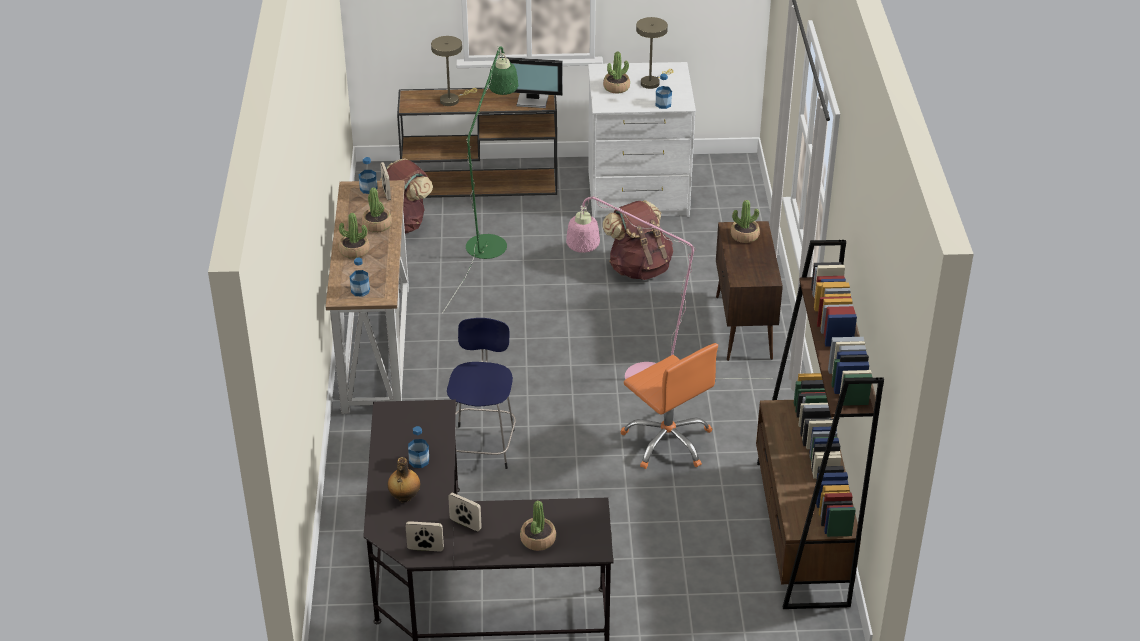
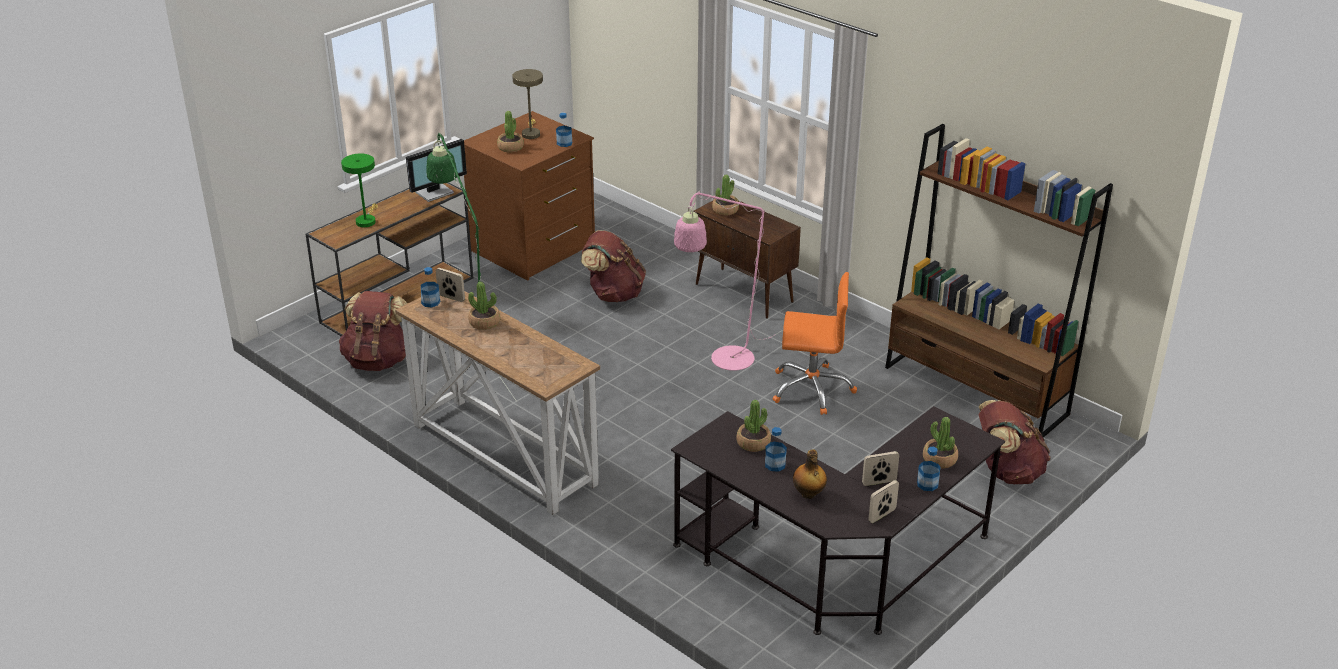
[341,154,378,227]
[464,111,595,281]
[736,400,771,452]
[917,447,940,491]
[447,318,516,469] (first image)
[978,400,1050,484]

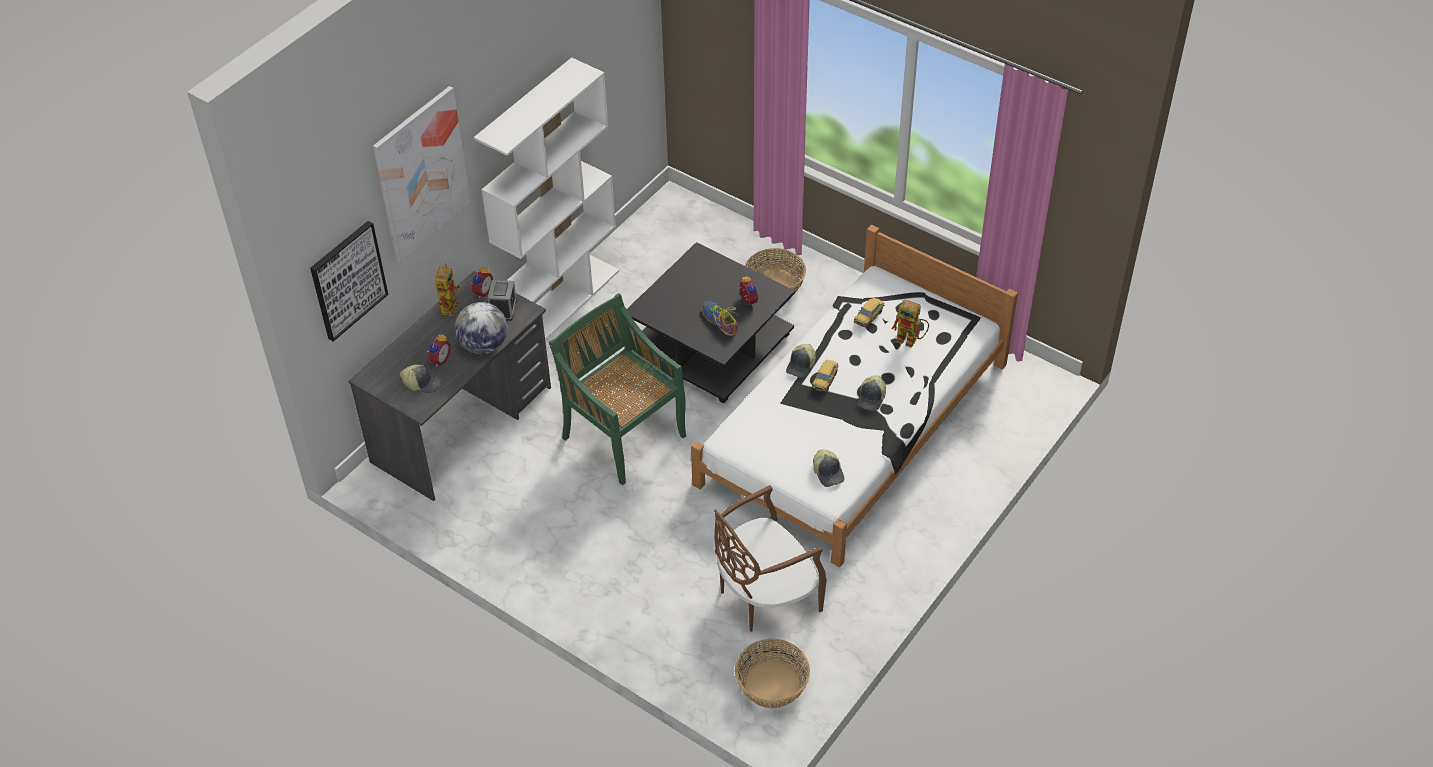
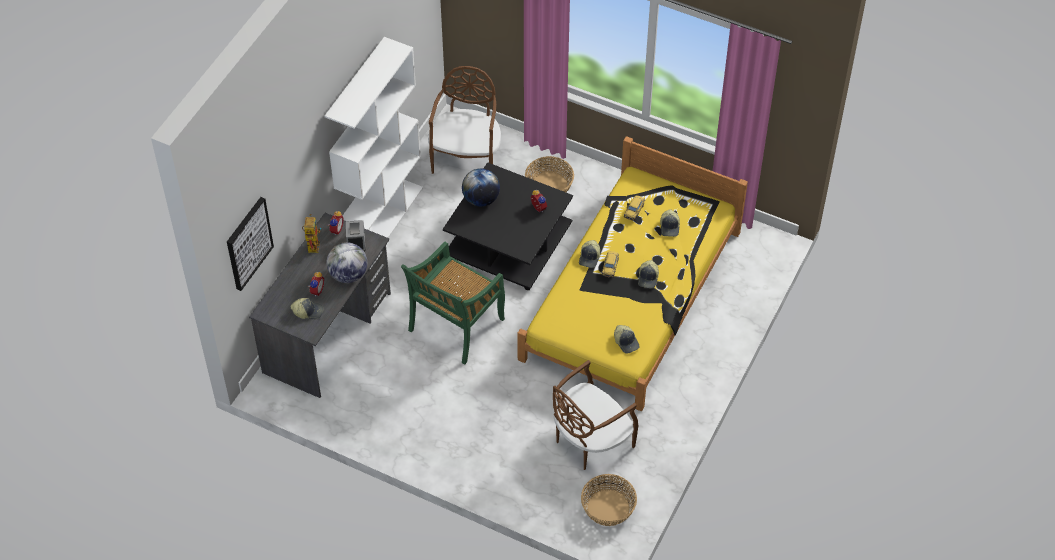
[373,86,471,262] (first image)
[517,136,748,411]
[401,242,505,365]
[660,209,680,237]
[703,301,739,336] (first image)
[428,66,501,174]
[462,168,500,207]

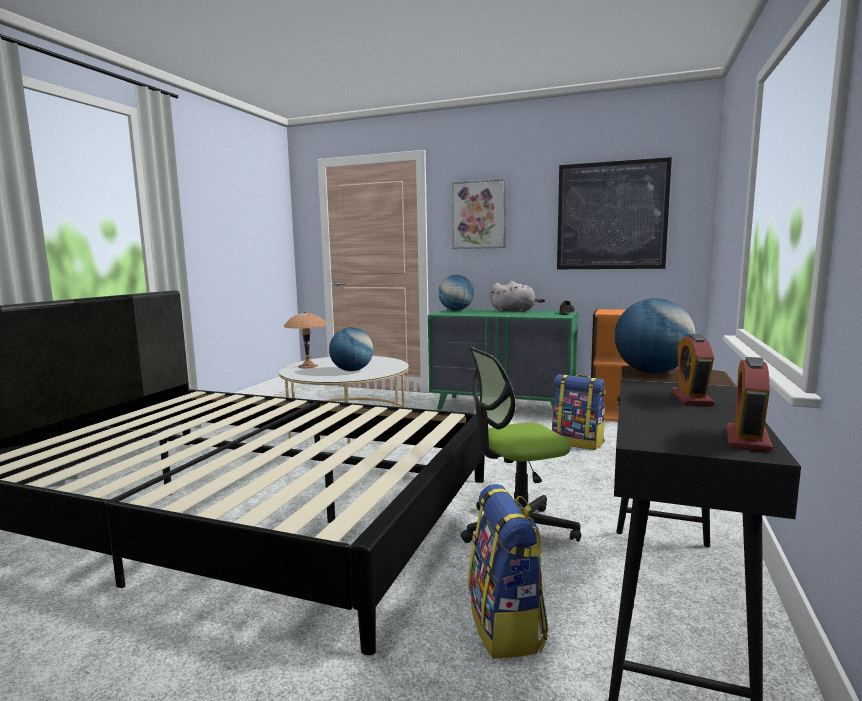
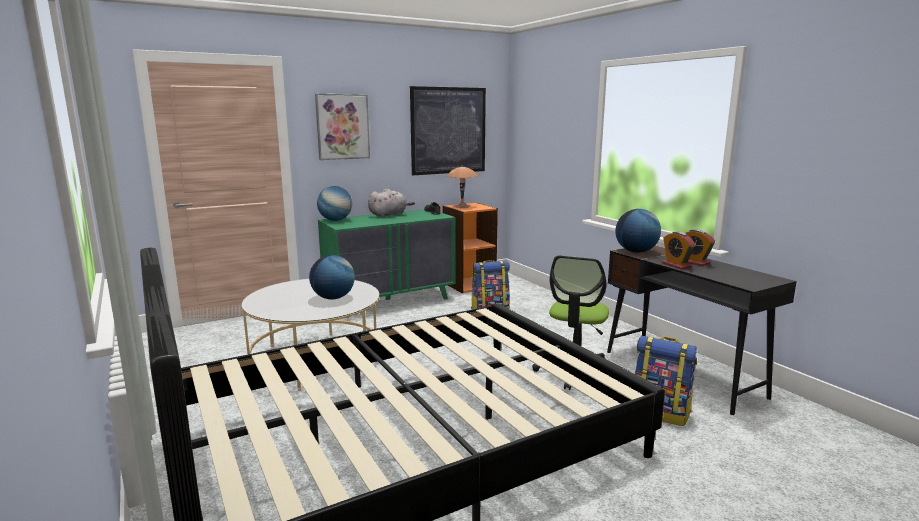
[447,165,478,208]
[662,232,695,269]

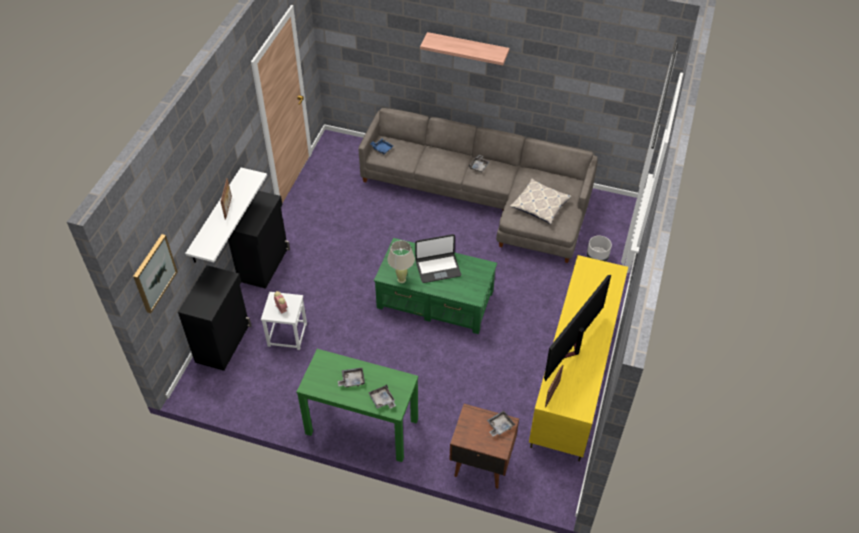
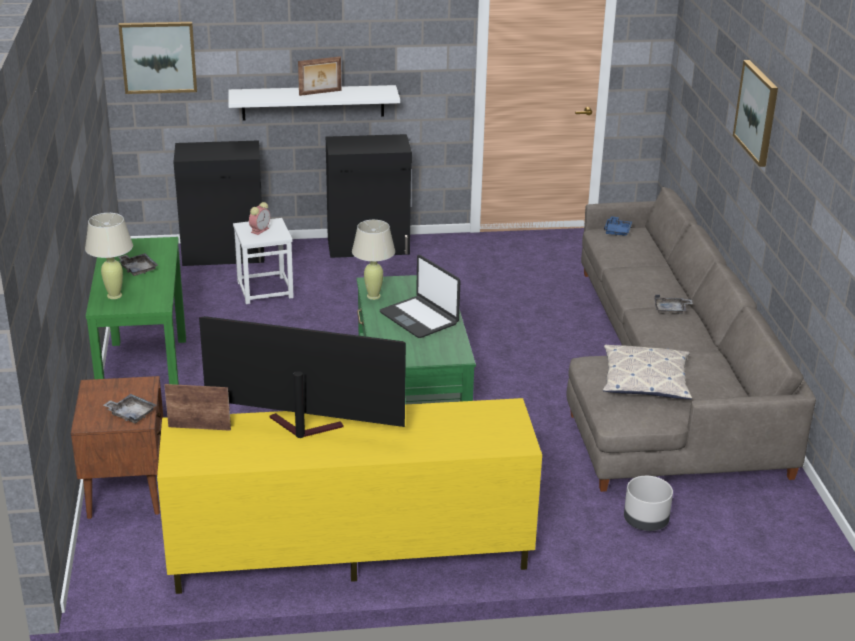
[733,60,778,167]
[85,213,133,299]

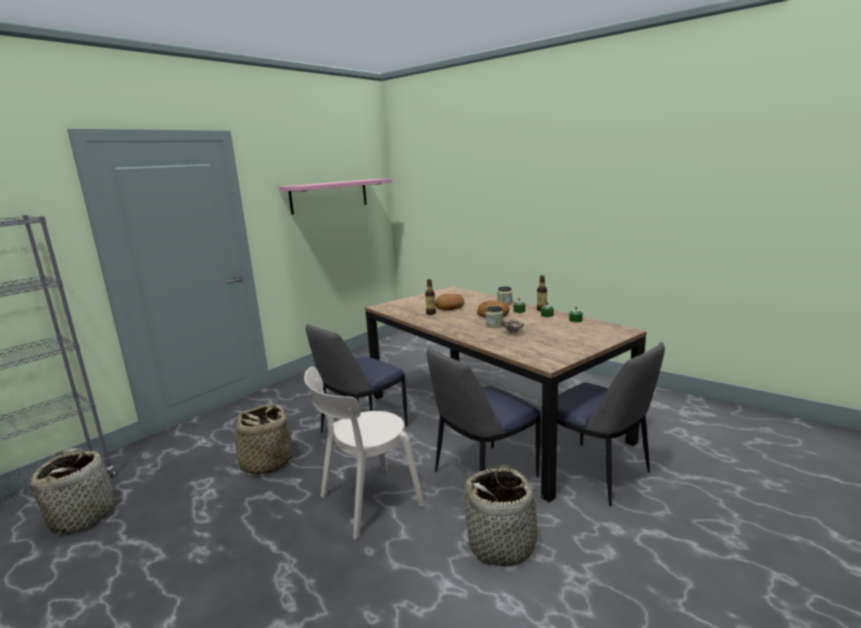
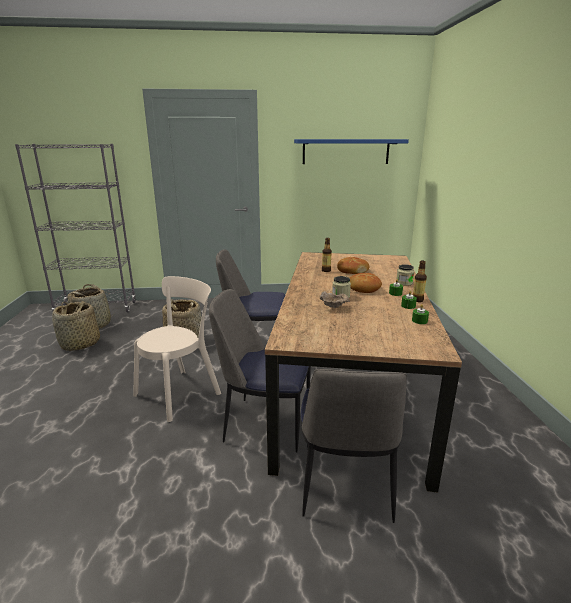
[294,139,409,164]
[133,276,221,422]
[52,301,100,351]

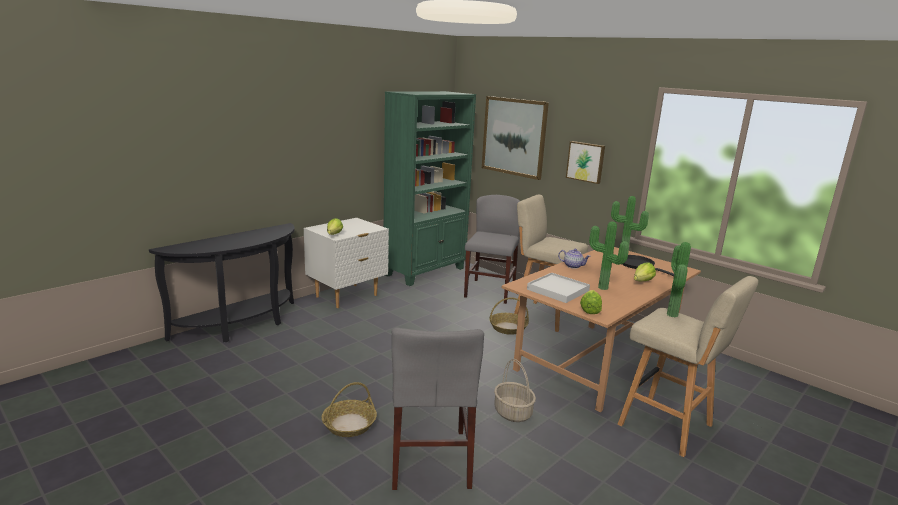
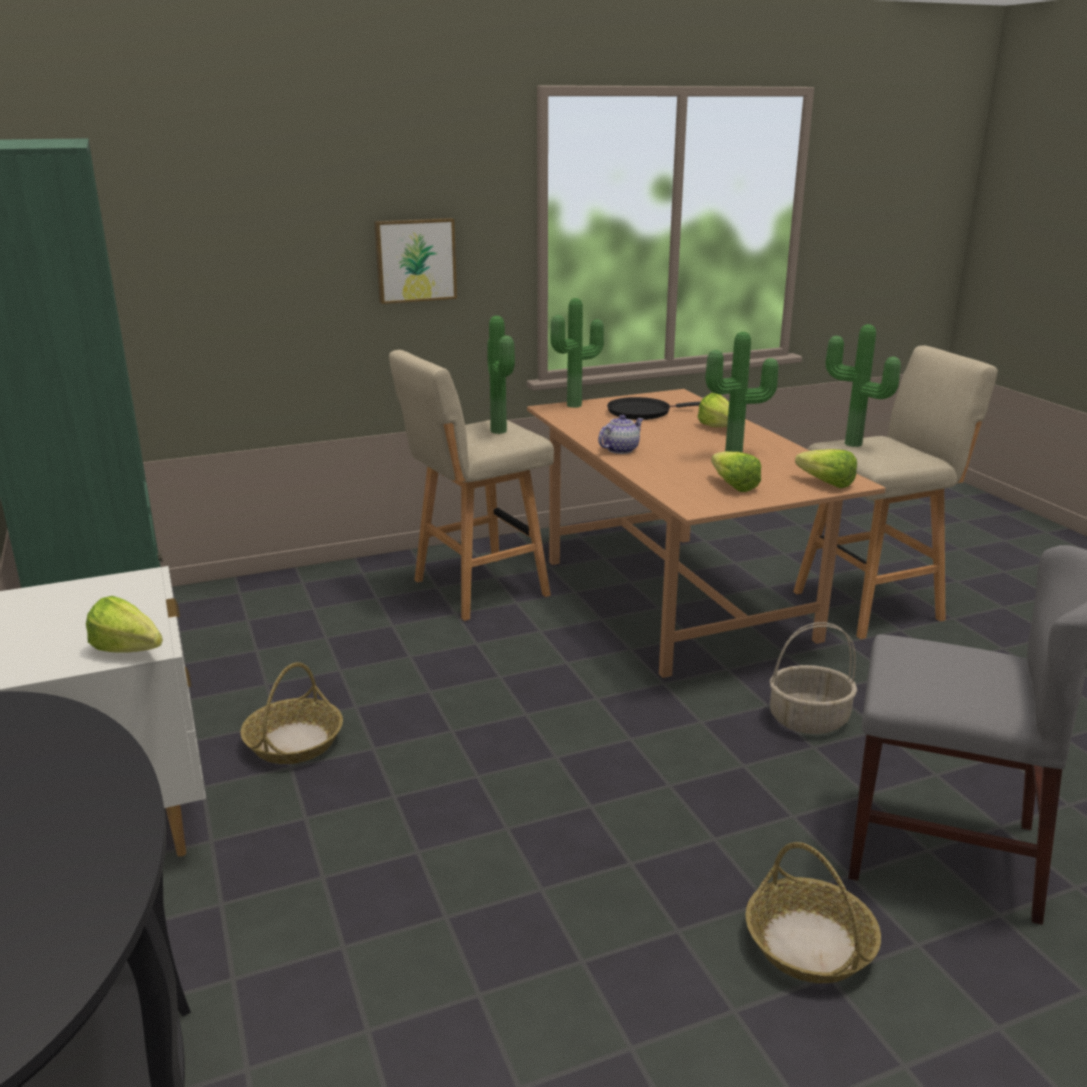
[482,96,549,180] (first image)
[464,195,520,304] (first image)
[711,451,761,492]
[240,662,343,764]
[488,316,515,434]

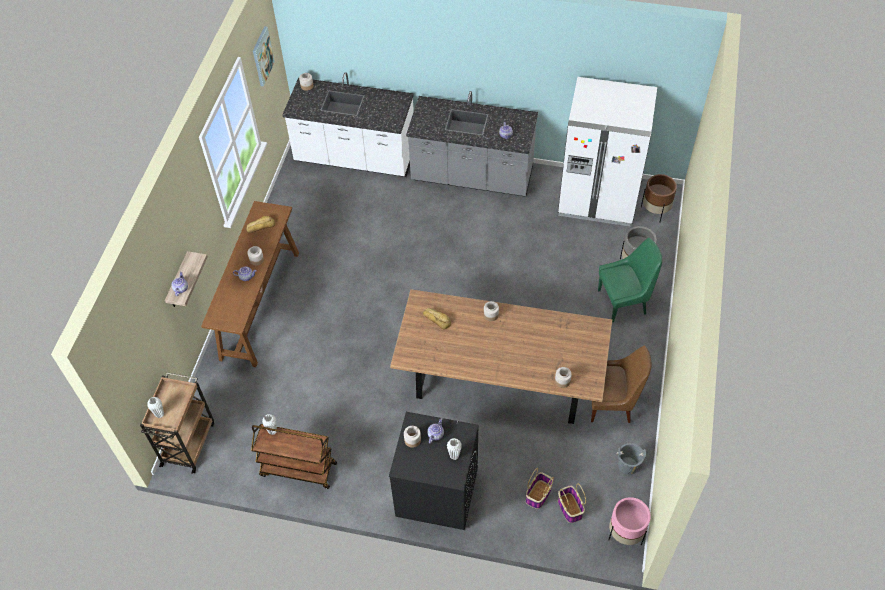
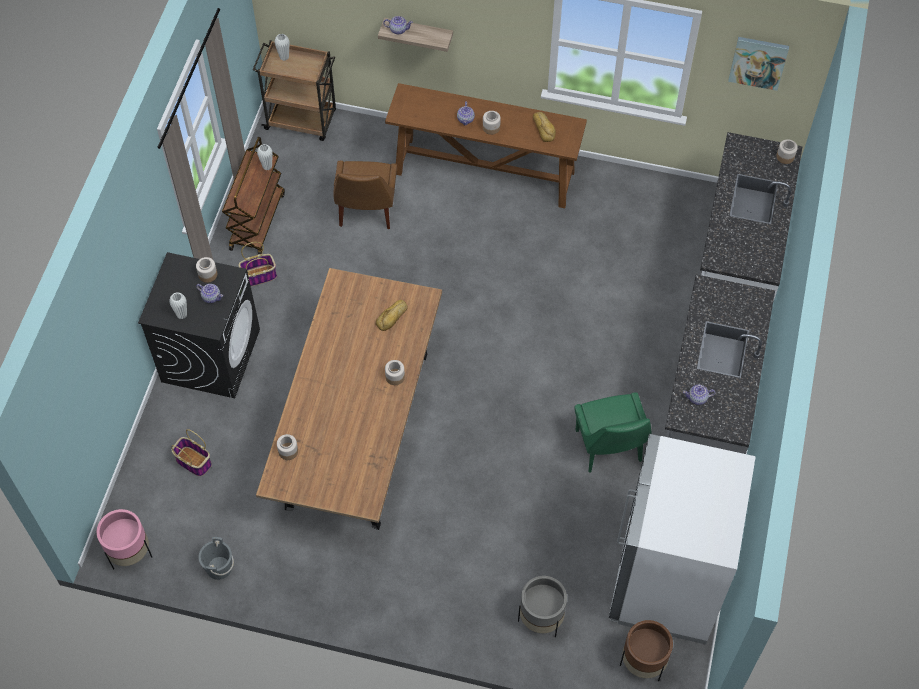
[575,392,651,472]
[334,161,397,229]
[238,242,277,286]

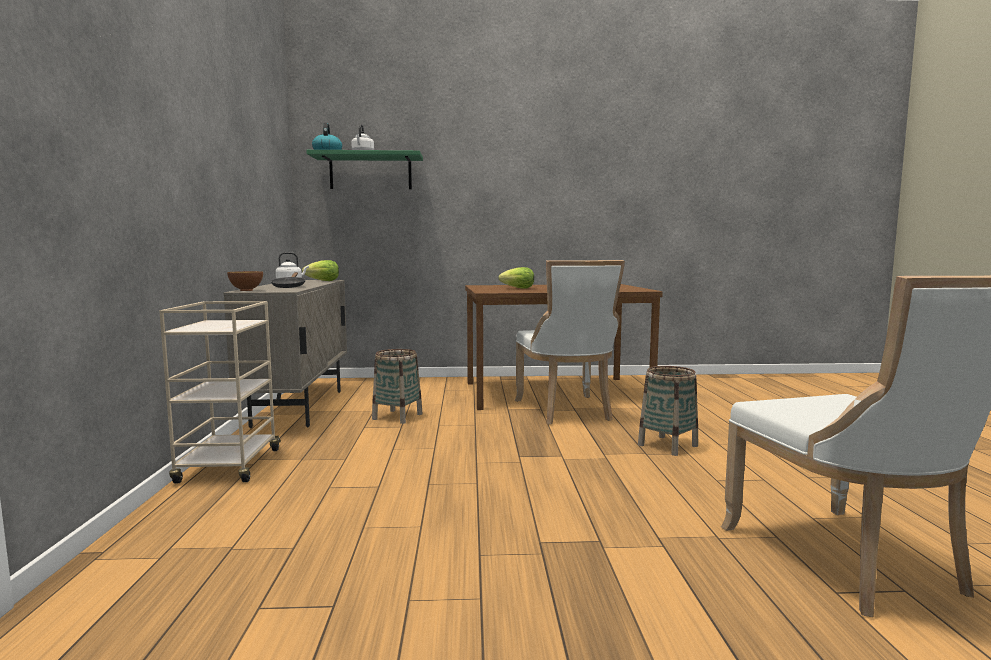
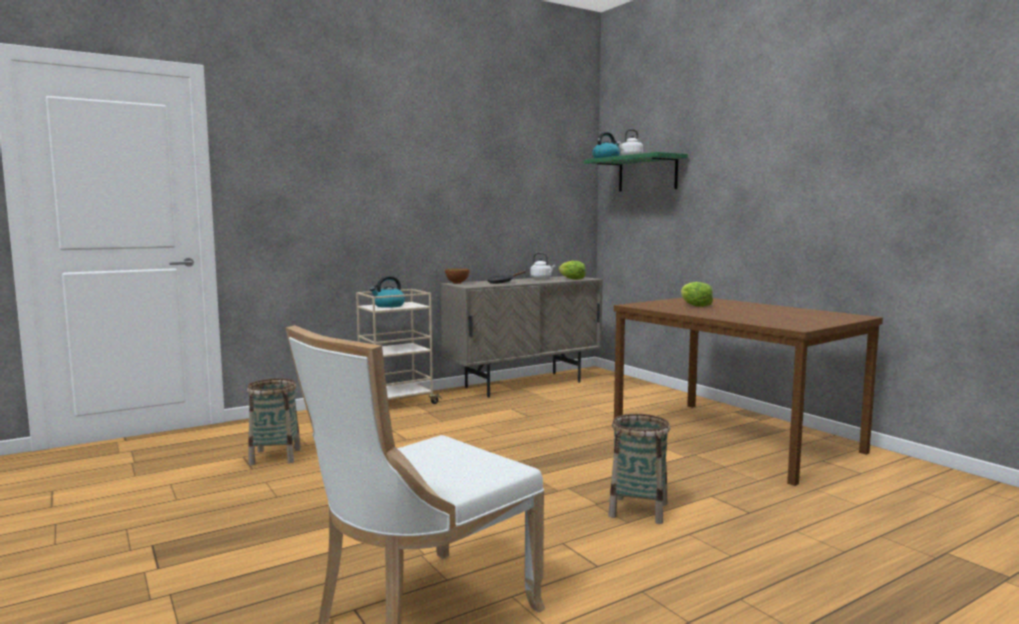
[515,260,625,425] (first image)
[247,378,301,465]
[370,276,405,308]

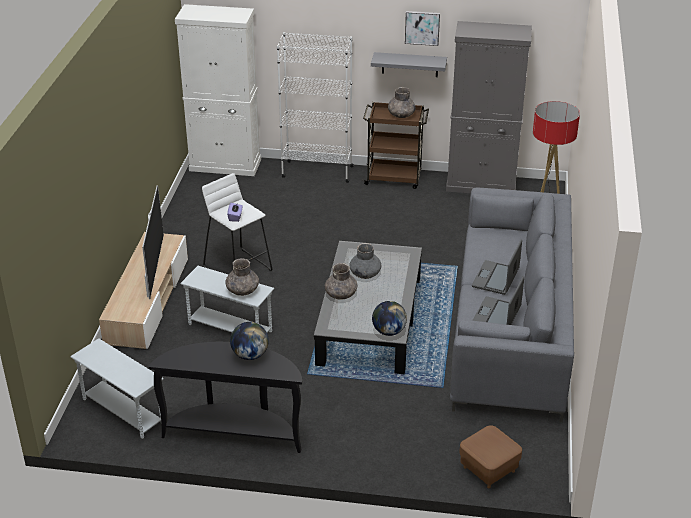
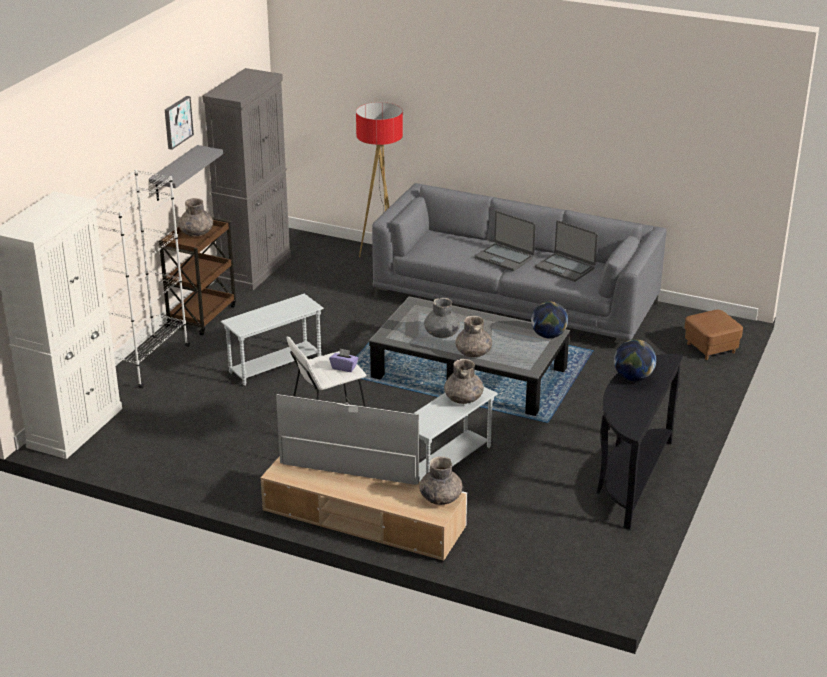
[221,294,324,386]
[419,456,463,505]

